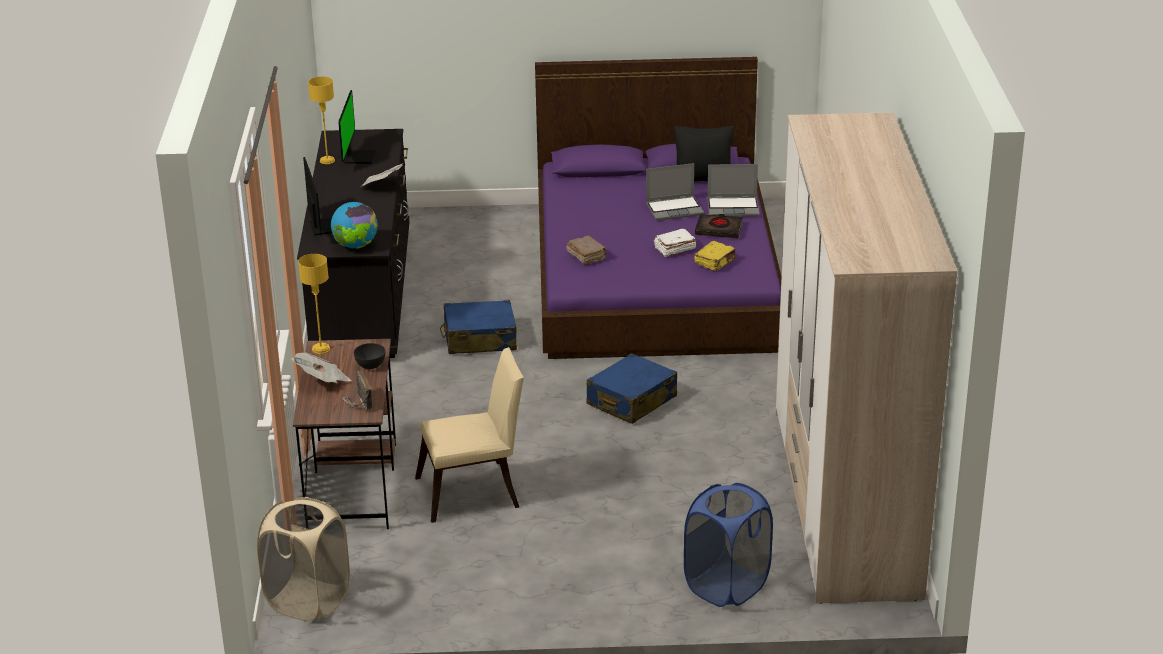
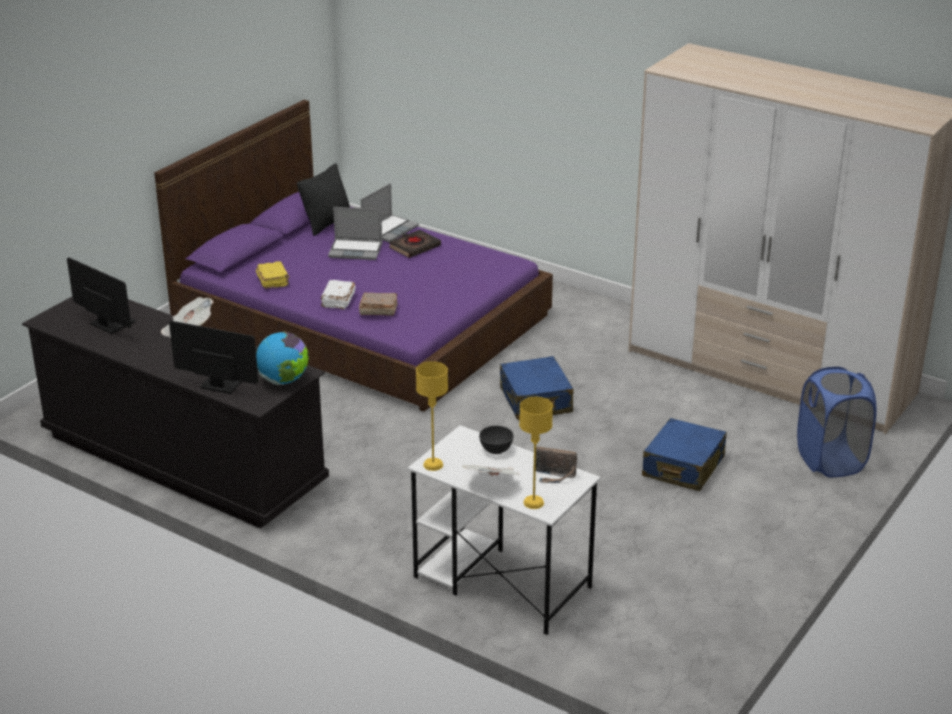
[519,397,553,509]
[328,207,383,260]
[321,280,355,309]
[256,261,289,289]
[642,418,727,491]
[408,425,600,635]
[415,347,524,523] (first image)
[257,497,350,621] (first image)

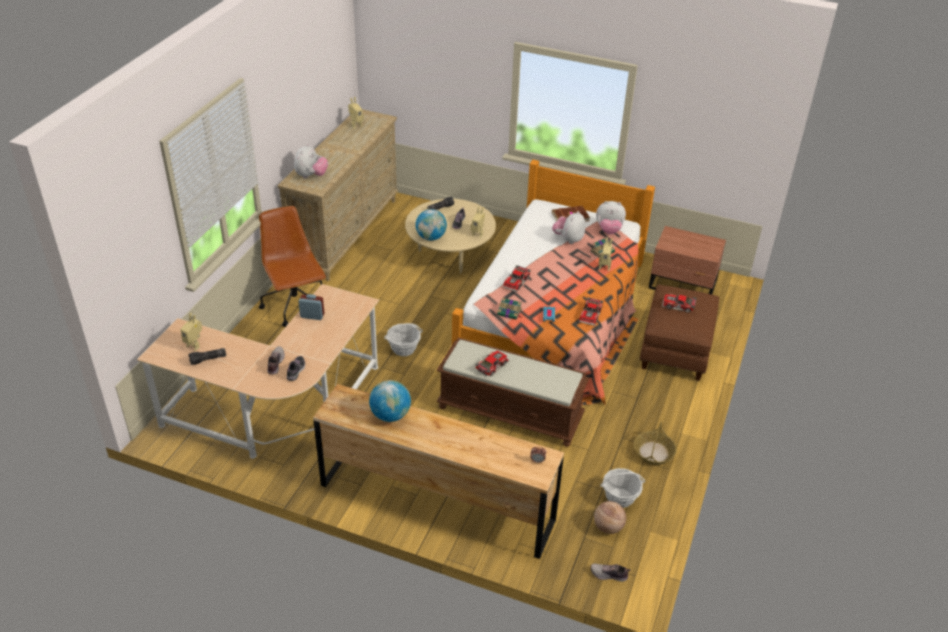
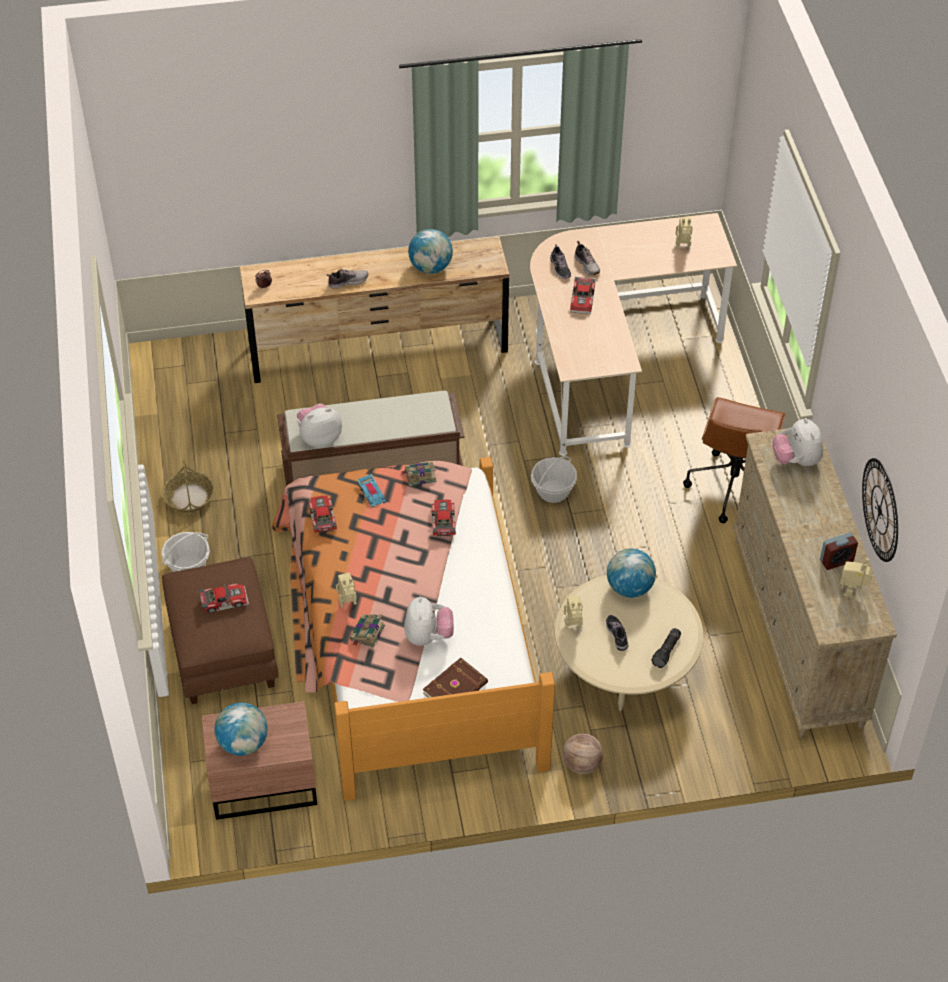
[297,403,342,448]
[683,397,786,523]
[820,533,858,570]
[189,348,226,365] (first image)
[570,277,596,314]
[162,532,210,572]
[563,733,603,774]
[327,269,368,289]
[862,458,898,562]
[214,703,268,756]

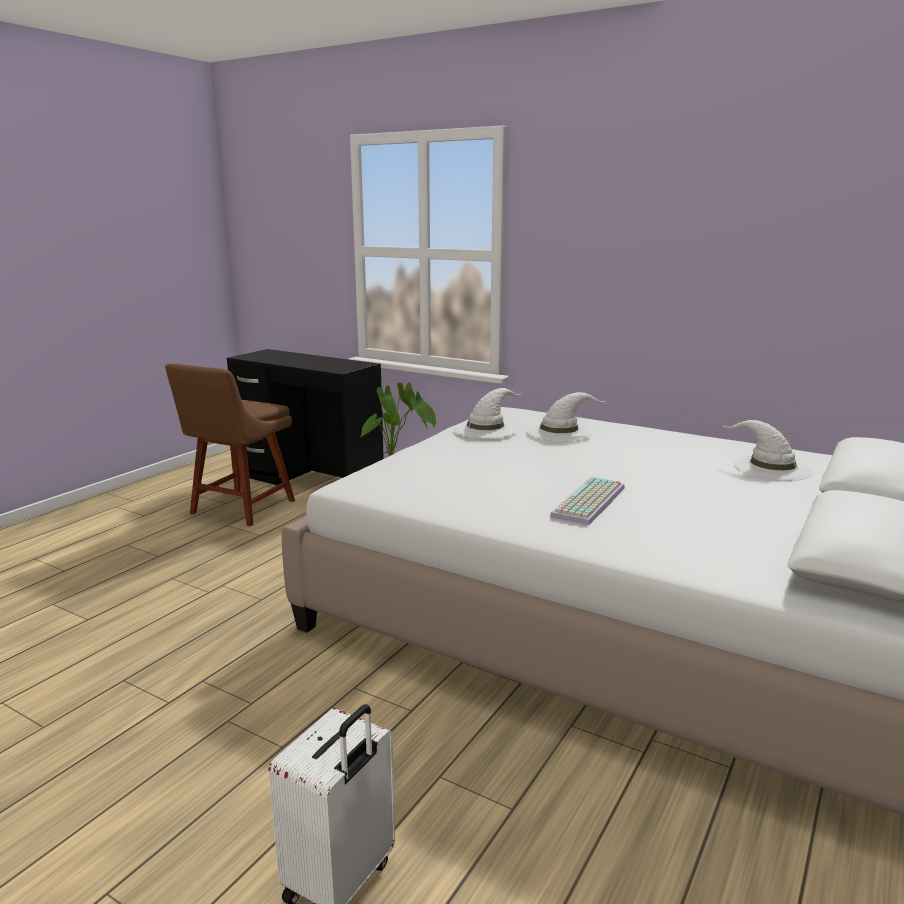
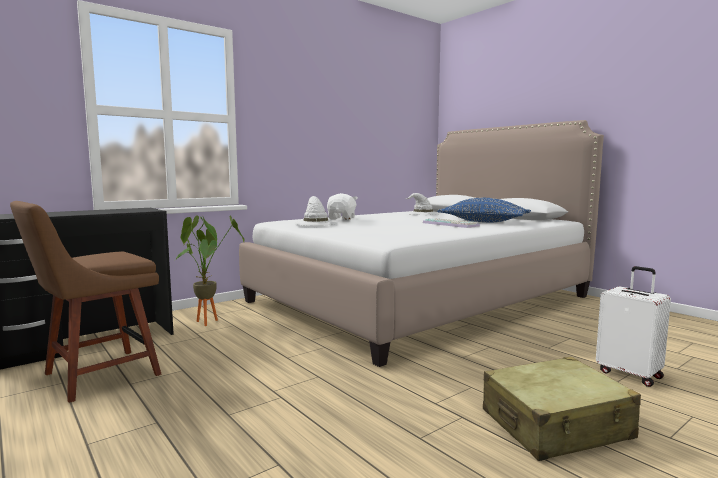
[10,201,162,403]
[327,193,358,220]
[437,198,531,222]
[483,357,641,461]

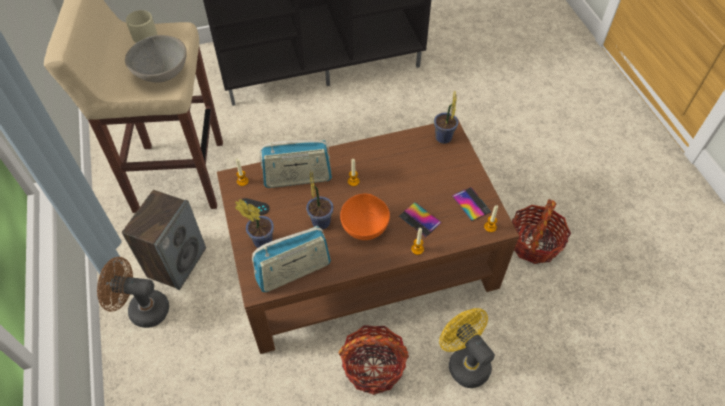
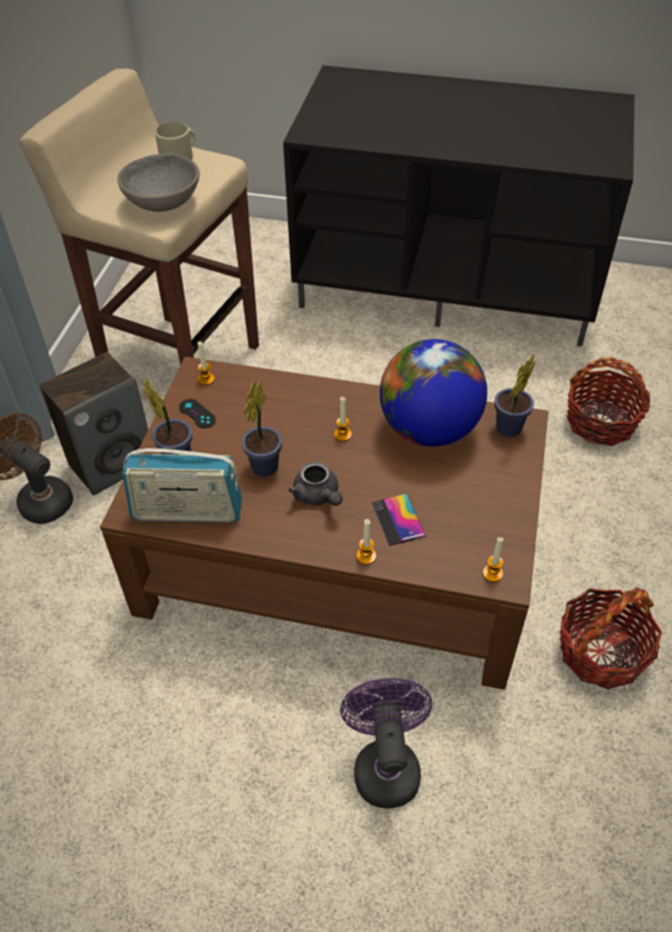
[260,140,332,188] (first image)
[452,187,491,221] (first image)
[289,461,343,506]
[340,678,432,808]
[566,357,650,446]
[380,339,487,447]

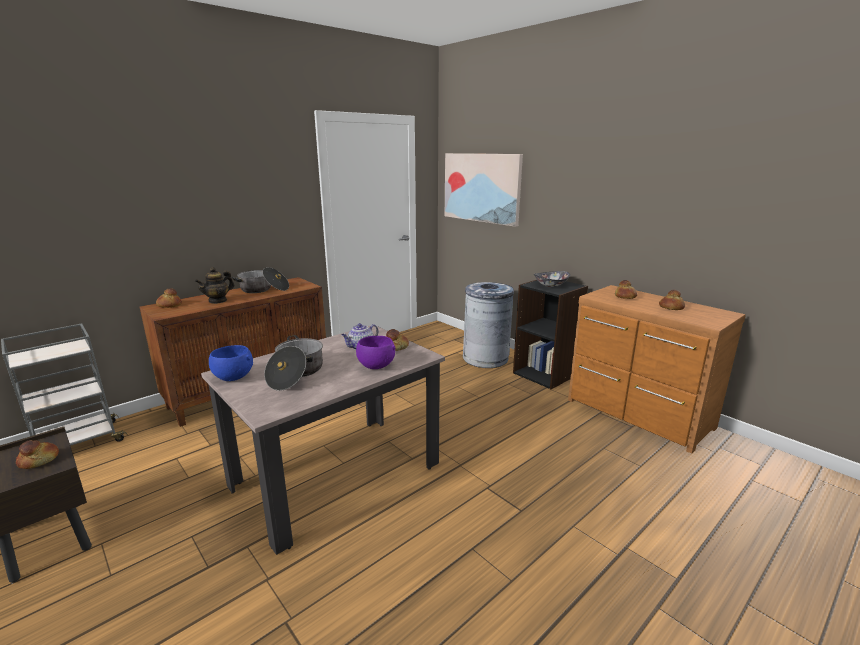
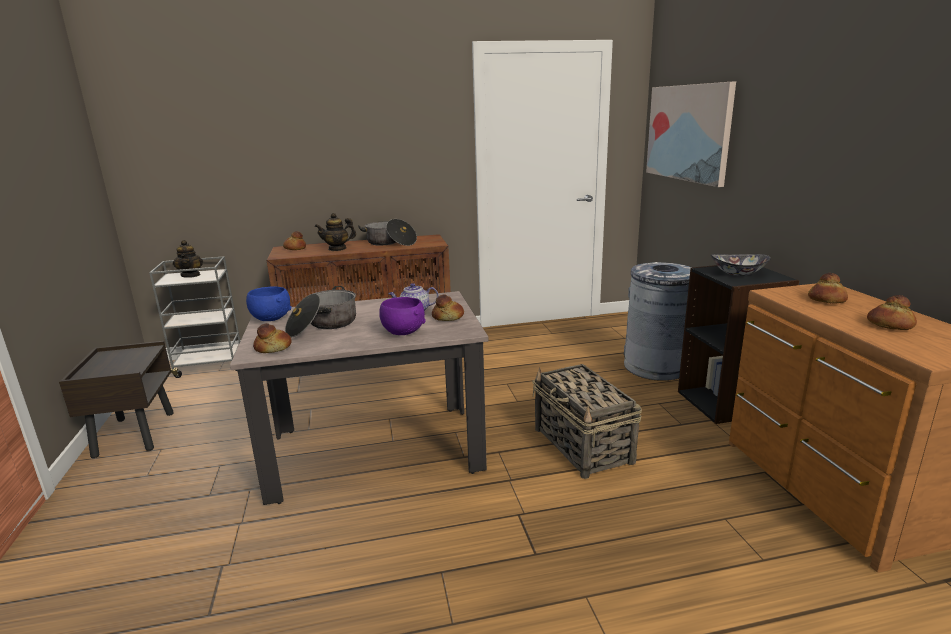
[253,323,291,353]
[173,240,203,278]
[532,364,642,479]

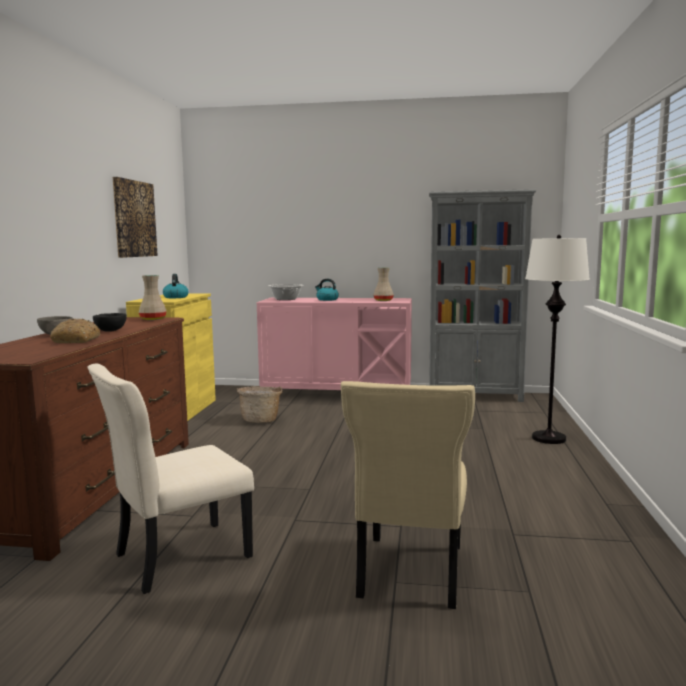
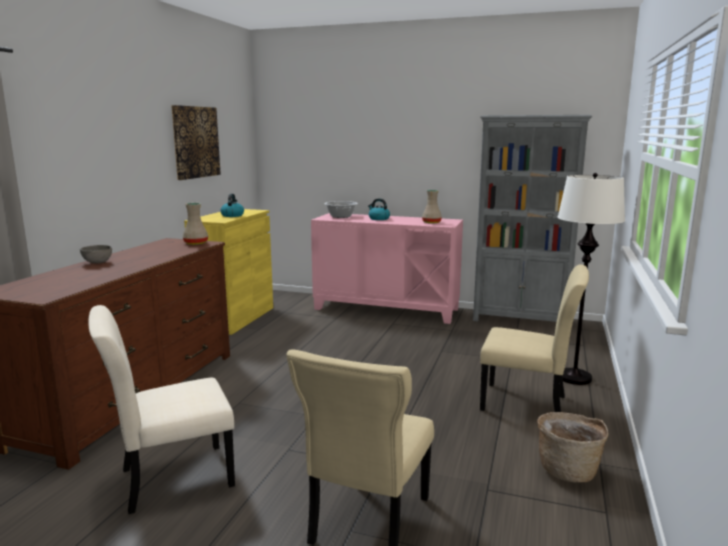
[93,313,127,332] (first image)
[50,319,100,343] (first image)
[537,412,609,482]
[480,265,589,412]

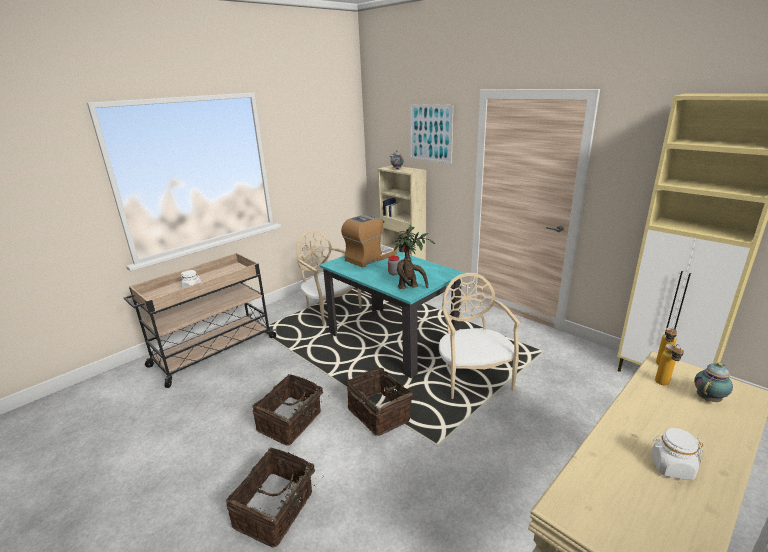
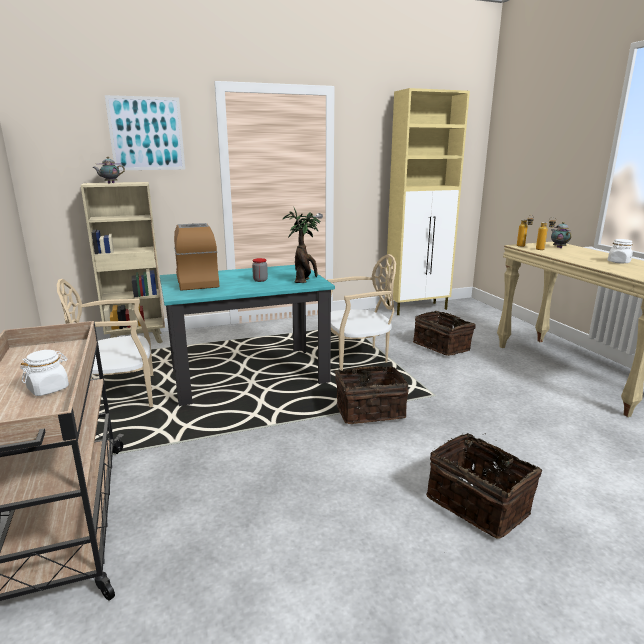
[327,254,396,370]
[413,311,476,356]

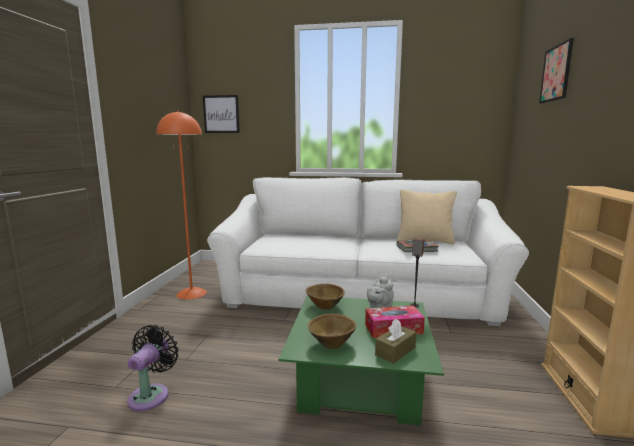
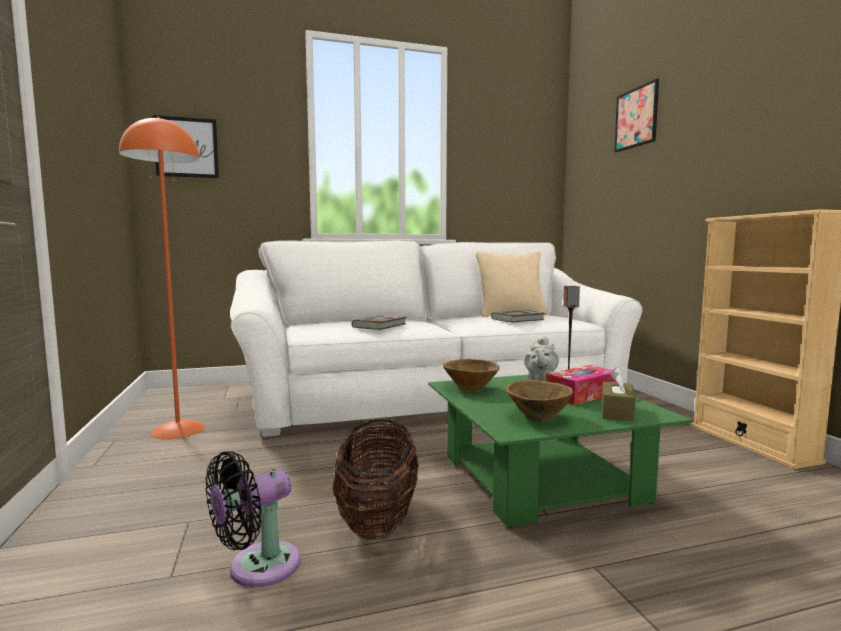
[205,451,300,588]
[352,315,407,330]
[333,420,419,540]

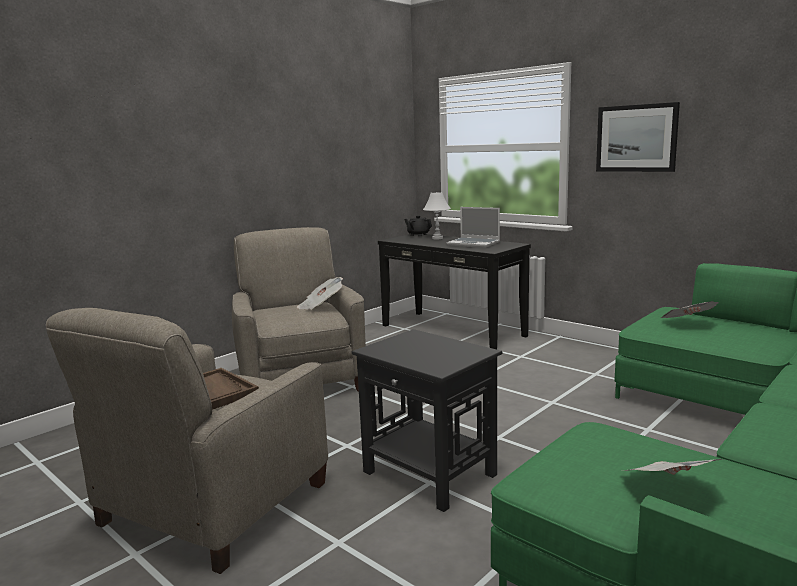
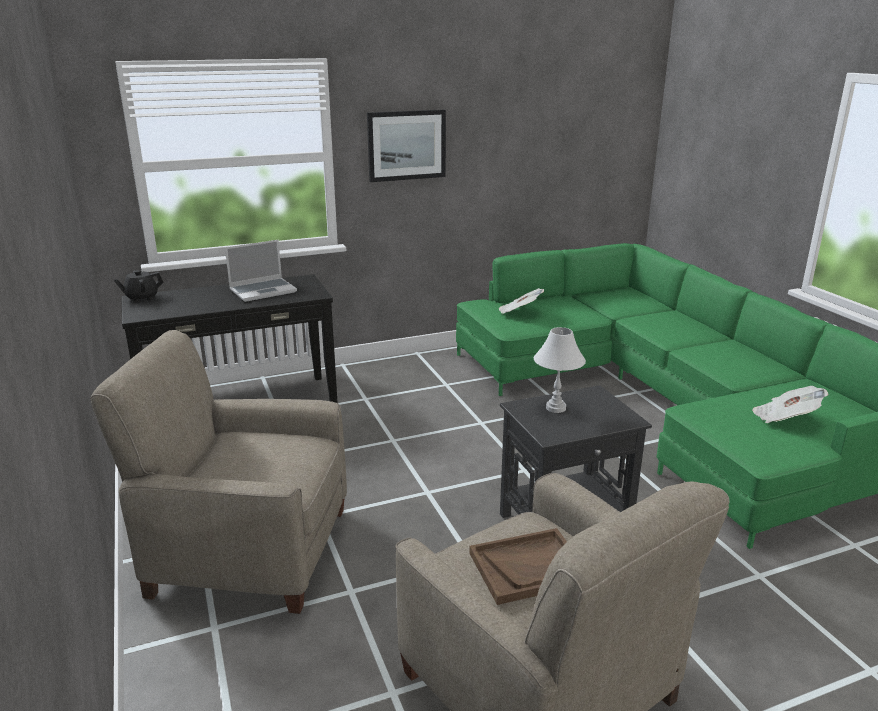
[534,327,586,413]
[297,277,343,310] (first image)

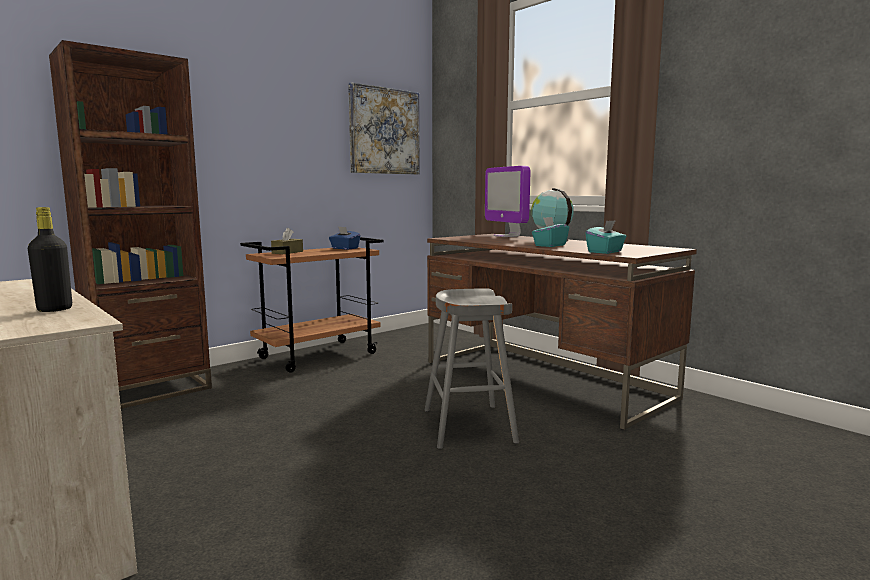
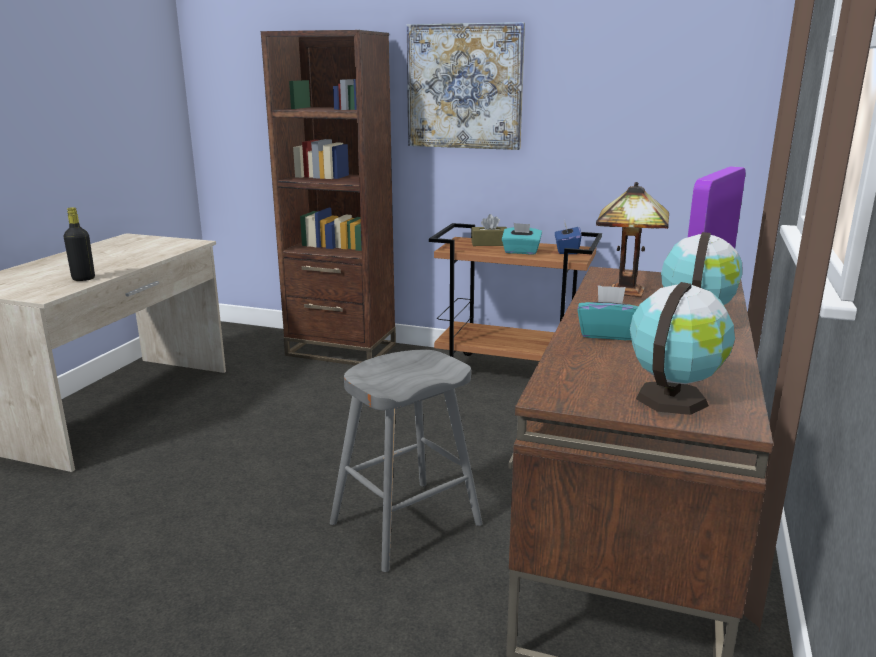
[407,22,525,150]
[502,223,542,254]
[596,182,669,297]
[630,282,735,415]

